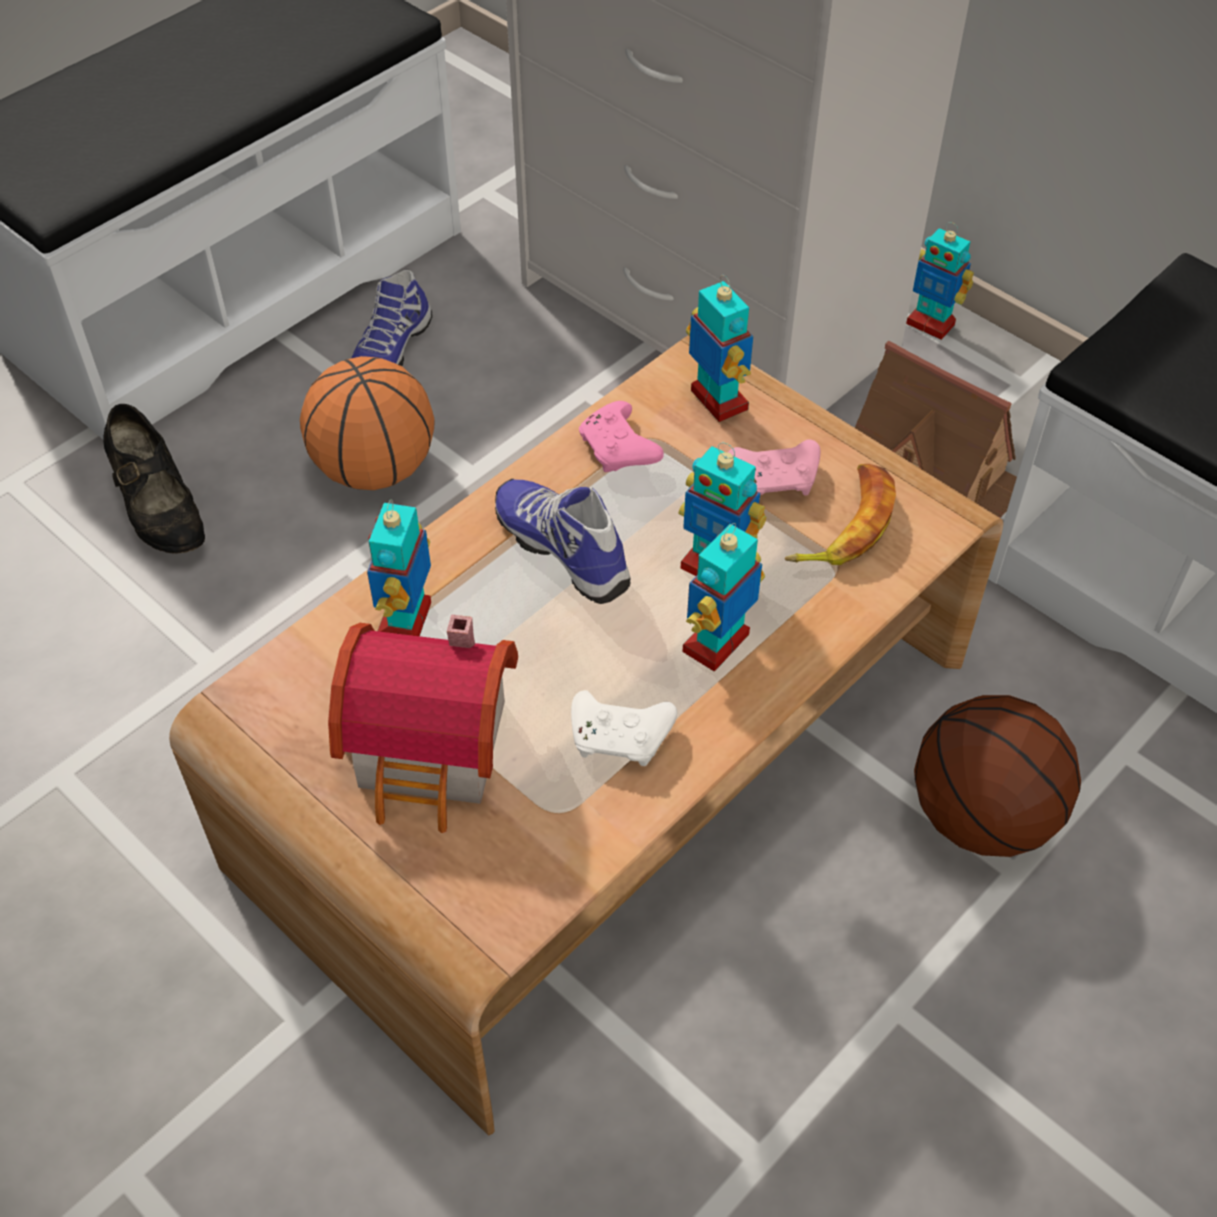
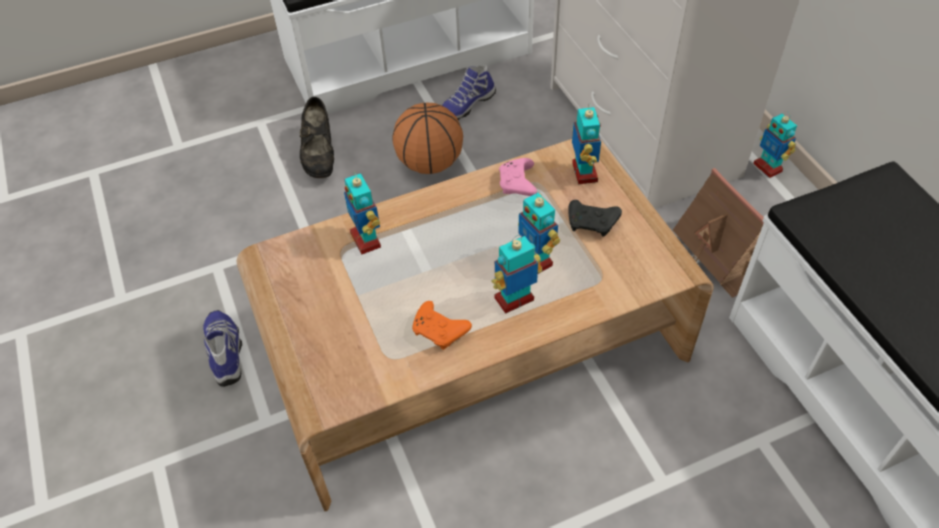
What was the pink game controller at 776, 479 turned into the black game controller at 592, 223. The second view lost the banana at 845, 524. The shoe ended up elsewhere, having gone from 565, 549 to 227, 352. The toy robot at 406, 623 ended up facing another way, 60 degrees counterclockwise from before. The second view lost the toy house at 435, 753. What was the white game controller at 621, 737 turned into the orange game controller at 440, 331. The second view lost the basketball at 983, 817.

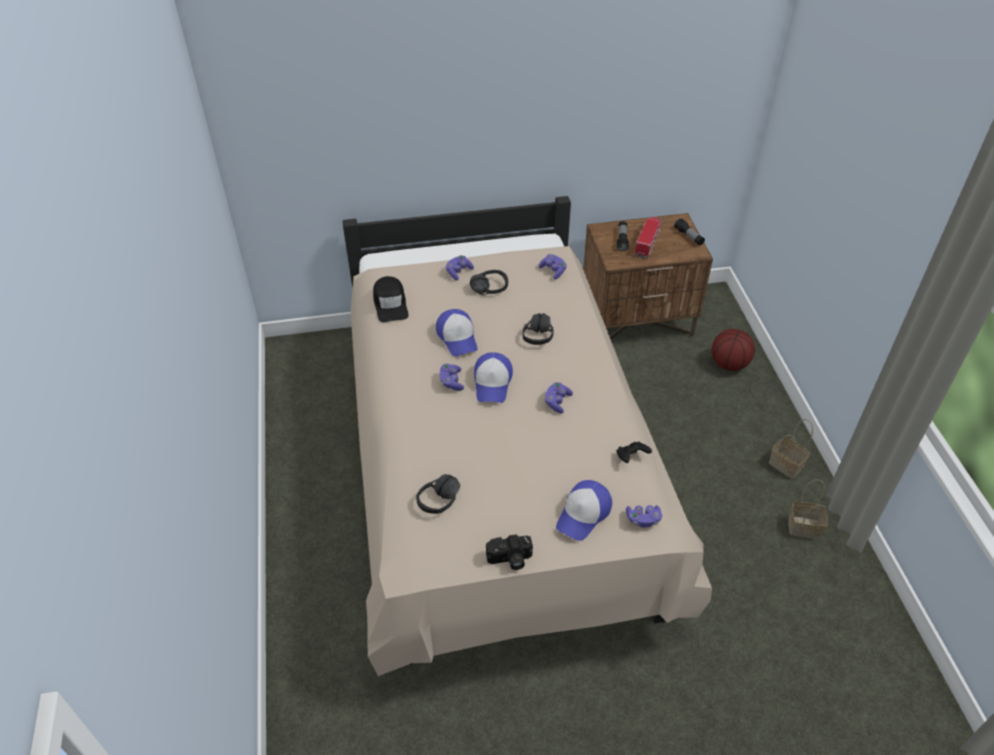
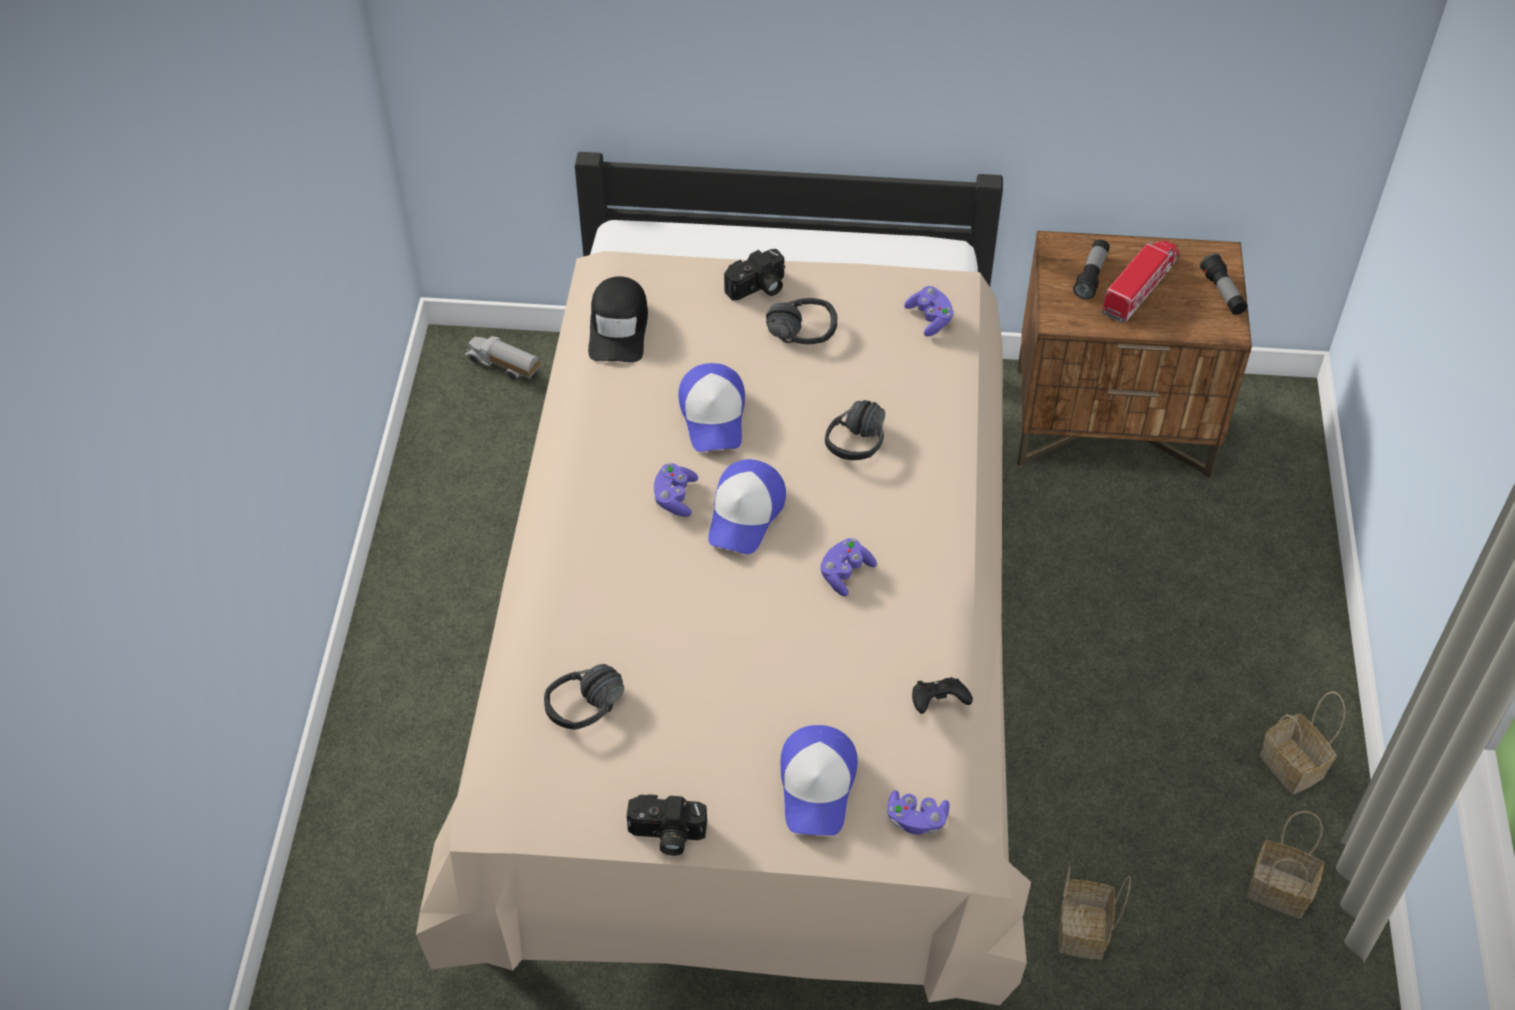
Where the purple game controller stood at 458, 272, the photo camera came to stand at 758, 288. The second view lost the basketball at 729, 364. The cap at 583, 514 ended up facing another way, 45 degrees counterclockwise from before. The second view gained the toy truck at 503, 367. The second view gained the basket at 1083, 932.

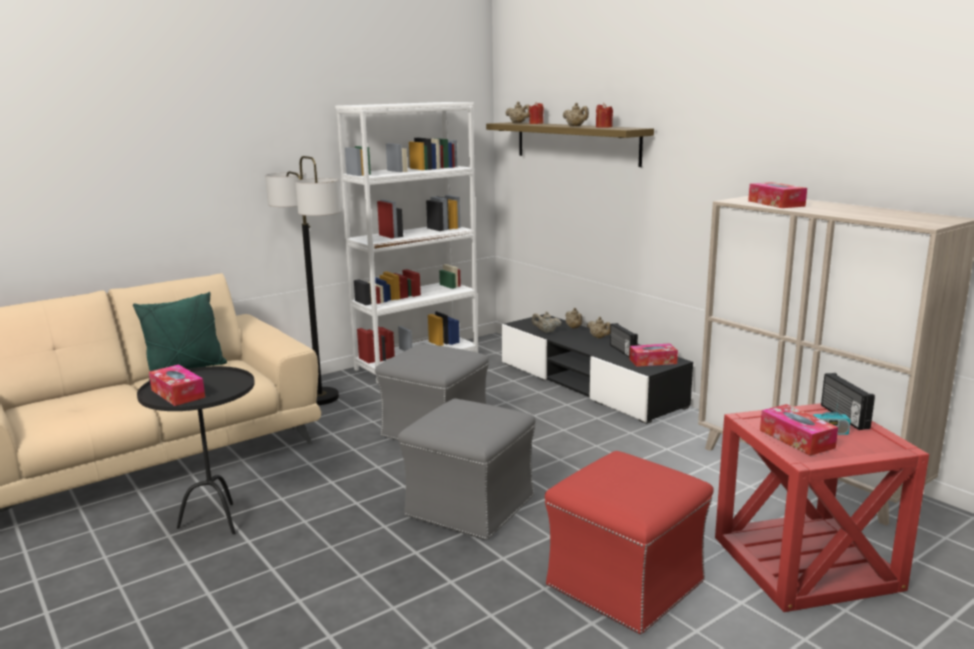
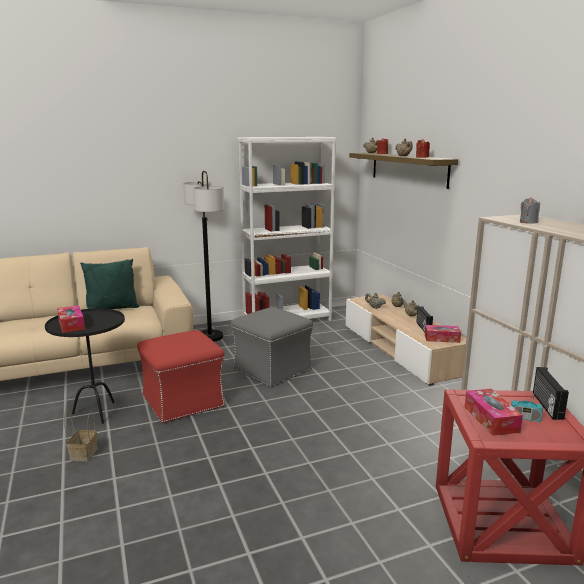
Where the tissue box stood at 776, 203, the grey candle came to stand at 528, 222. What was the black tv stand at 589, 384 turned into the beige tv stand at 400, 350. The second view lost the grey ottoman at 469, 507. The red ottoman ended up elsewhere, having gone from 626, 583 to 184, 401. The second view gained the basket at 83, 453.

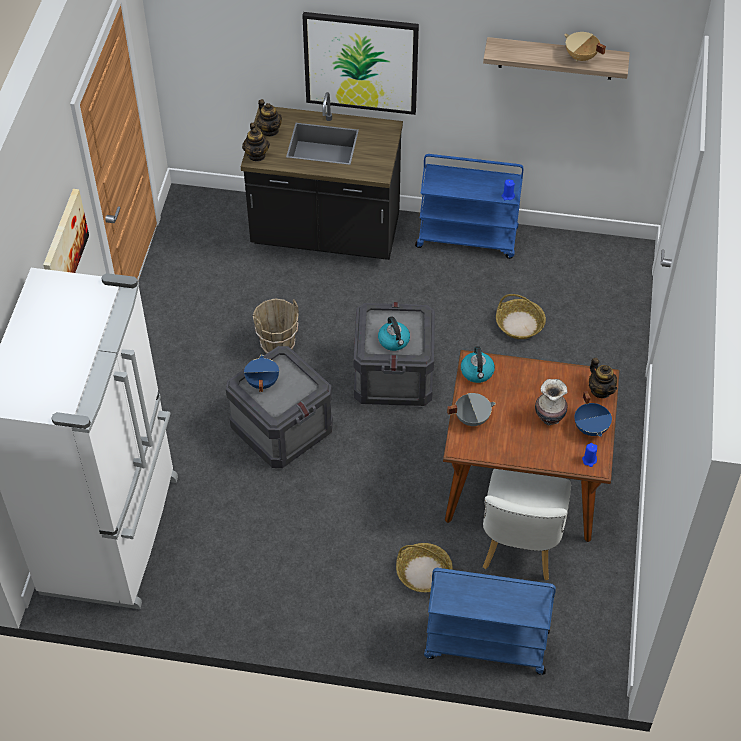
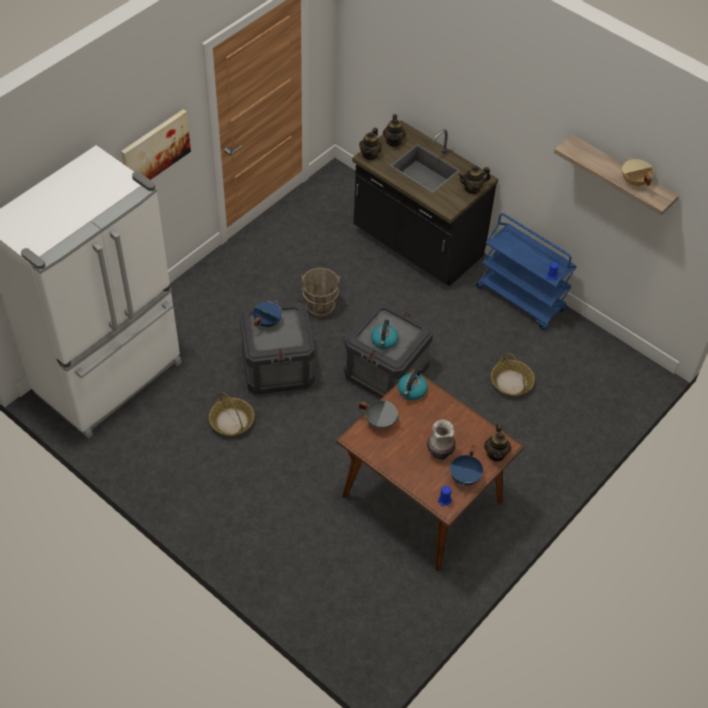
The second view lost the picture at 361, 62. The second view lost the white chair at 519, 549. The basket ended up elsewhere, having gone from 423, 573 to 231, 421. The second view lost the blue cart at 485, 645. The second view gained the teapot at 472, 188.

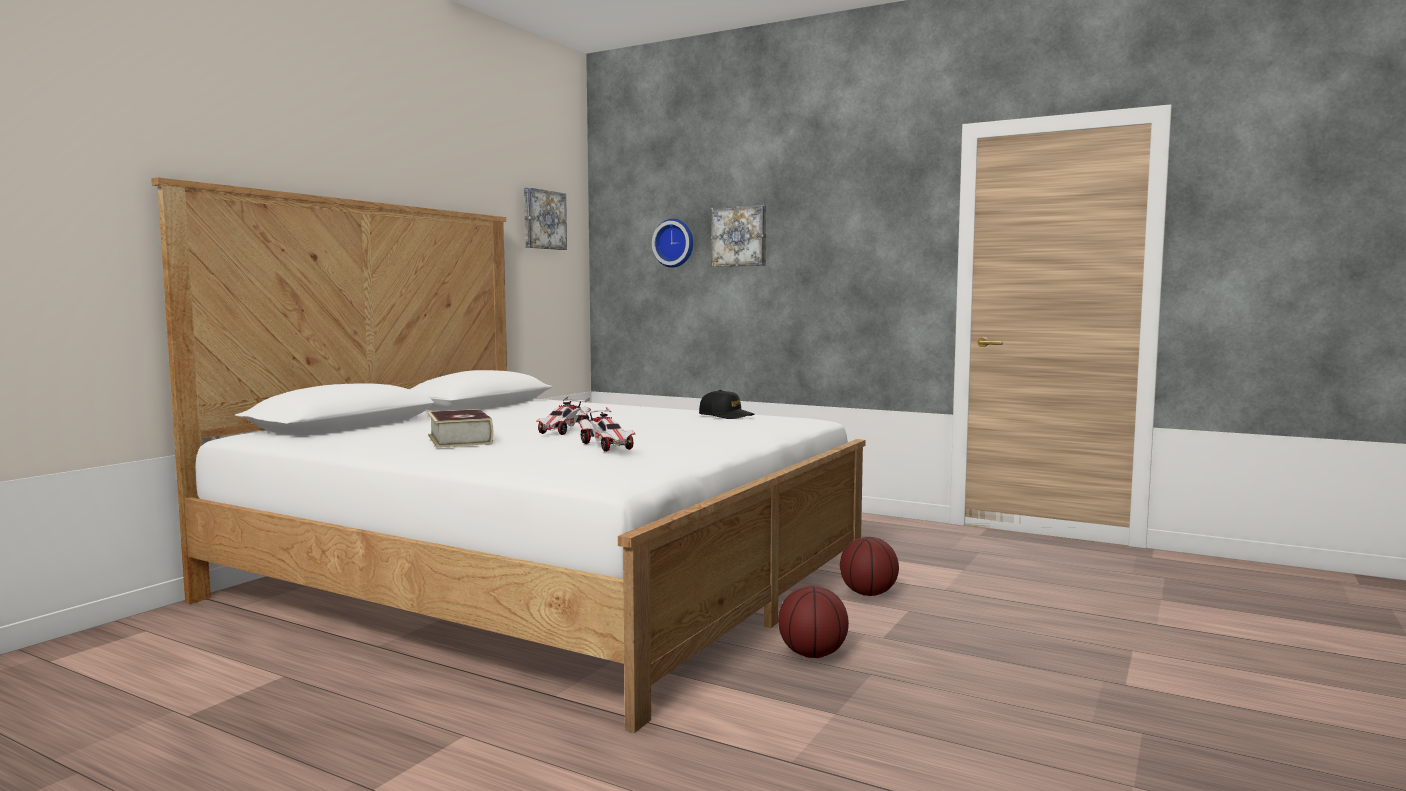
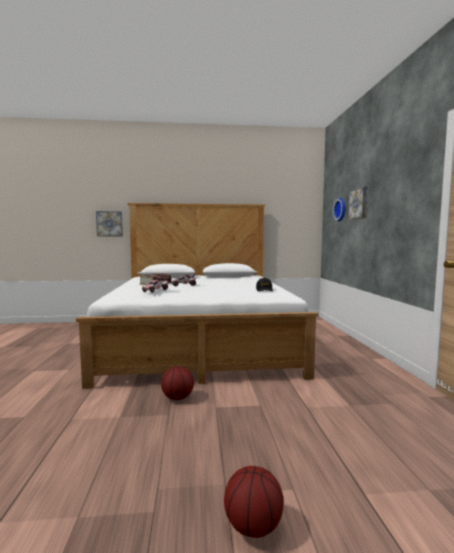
The picture ended up elsewhere, having gone from 543, 220 to 109, 223. The basketball ended up elsewhere, having gone from 867, 594 to 253, 526.

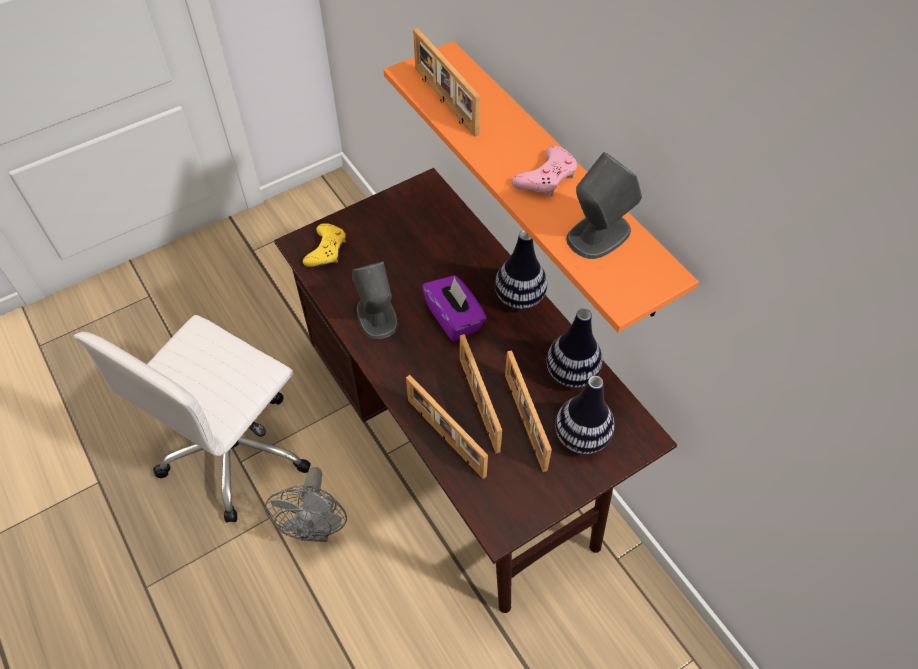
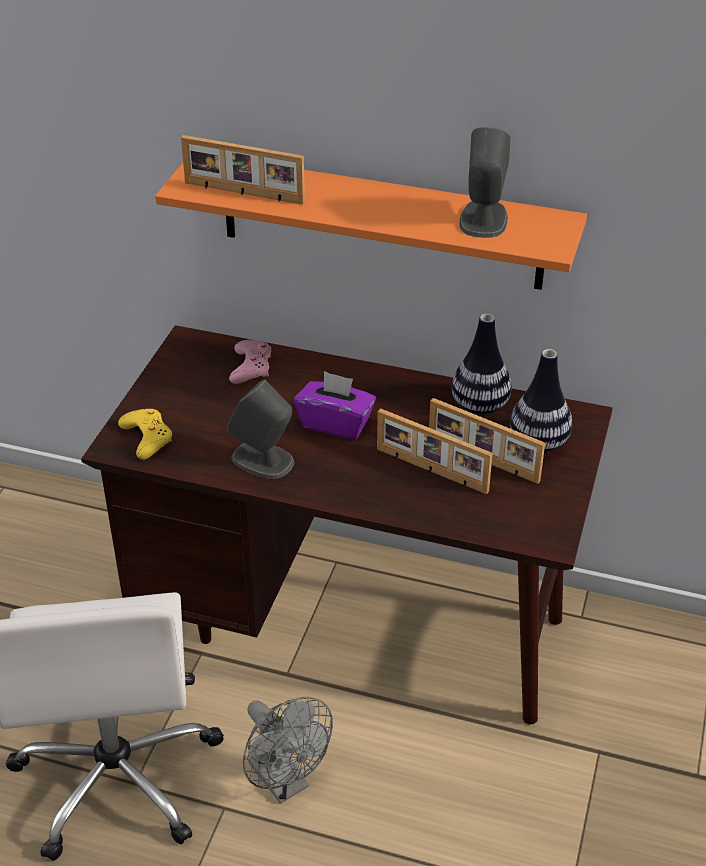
The pink game controller ended up elsewhere, having gone from 546, 177 to 251, 366. The second view lost the vase at 519, 297. The second view lost the picture frame at 444, 438.

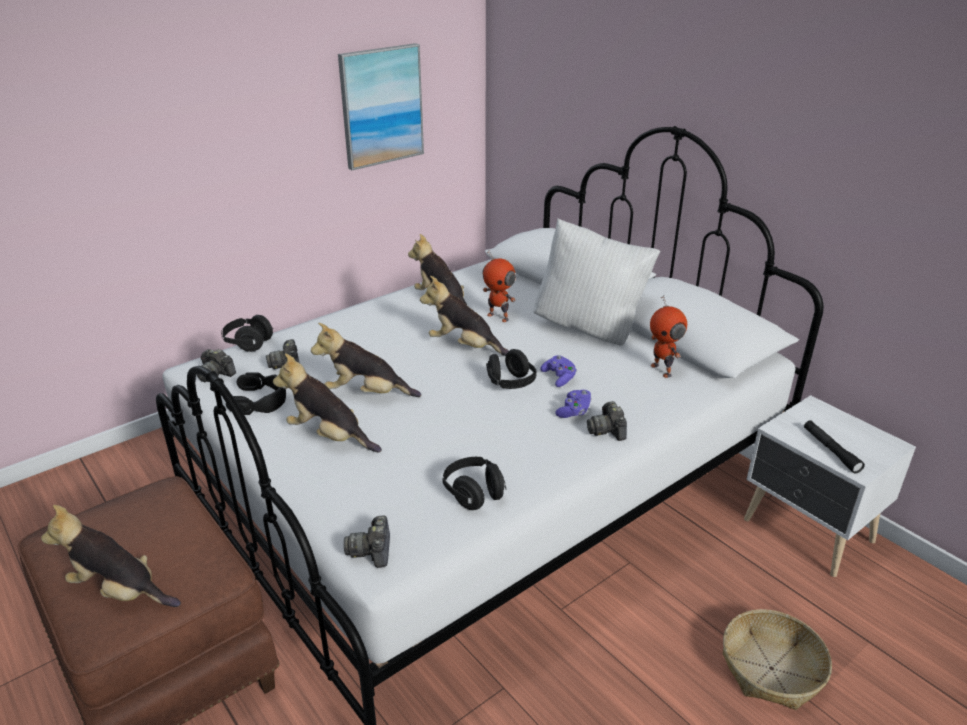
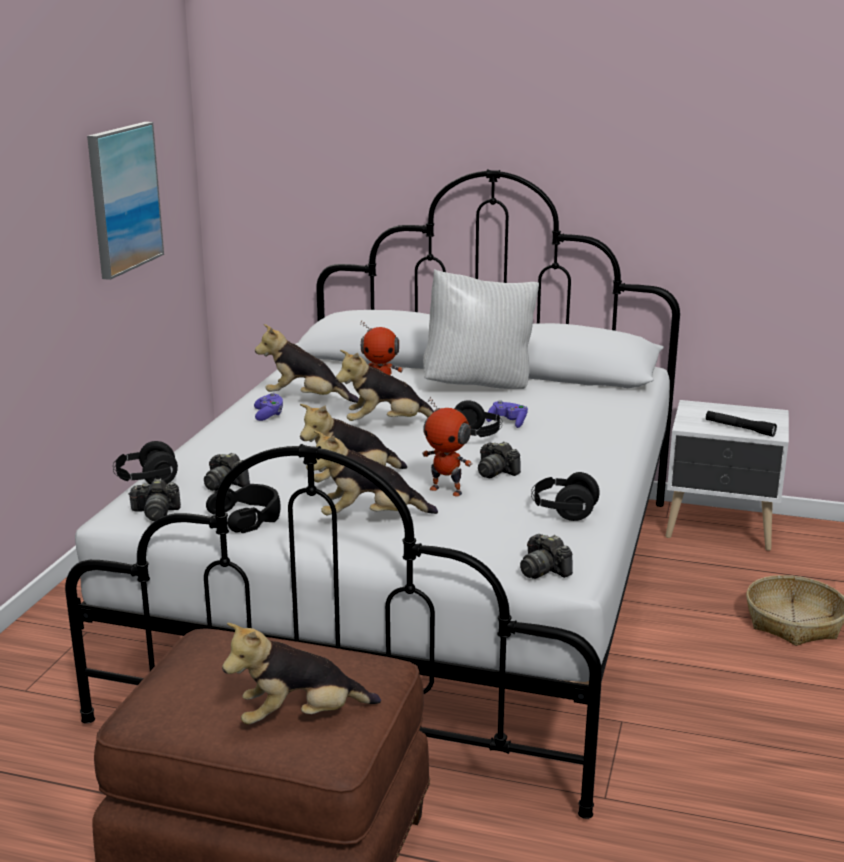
The toy robot ended up elsewhere, having gone from 662, 370 to 447, 490. The purple game controller ended up elsewhere, having gone from 574, 411 to 269, 415. The photo camera ended up elsewhere, having gone from 607, 430 to 496, 472.

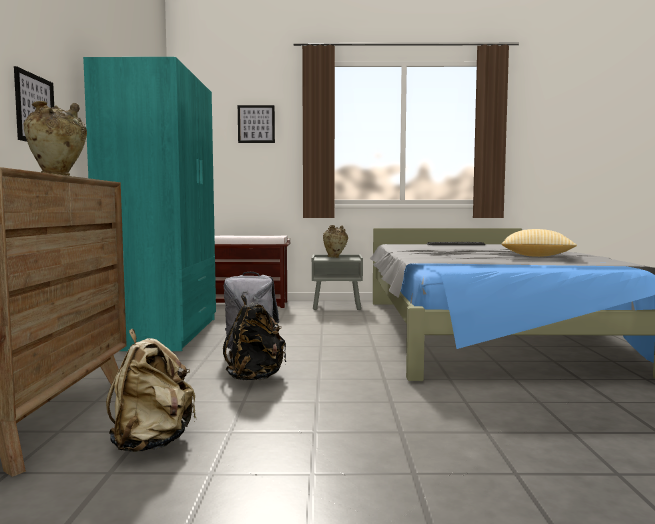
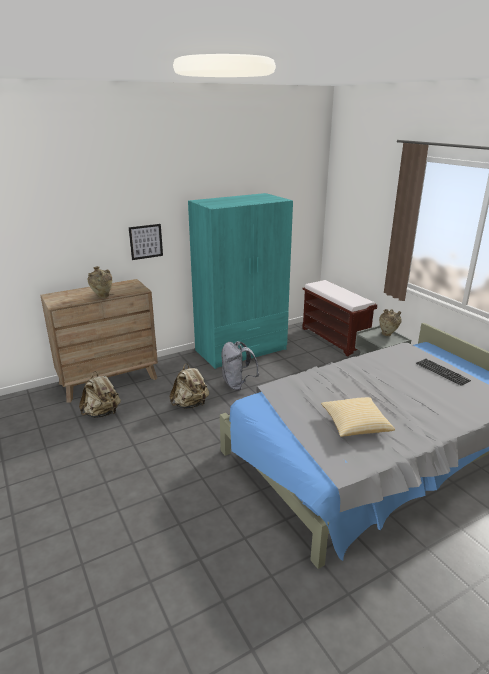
The second view lost the picture at 256, 124. What was the black backpack at 255, 378 turned into the beige backpack at 190, 405.

